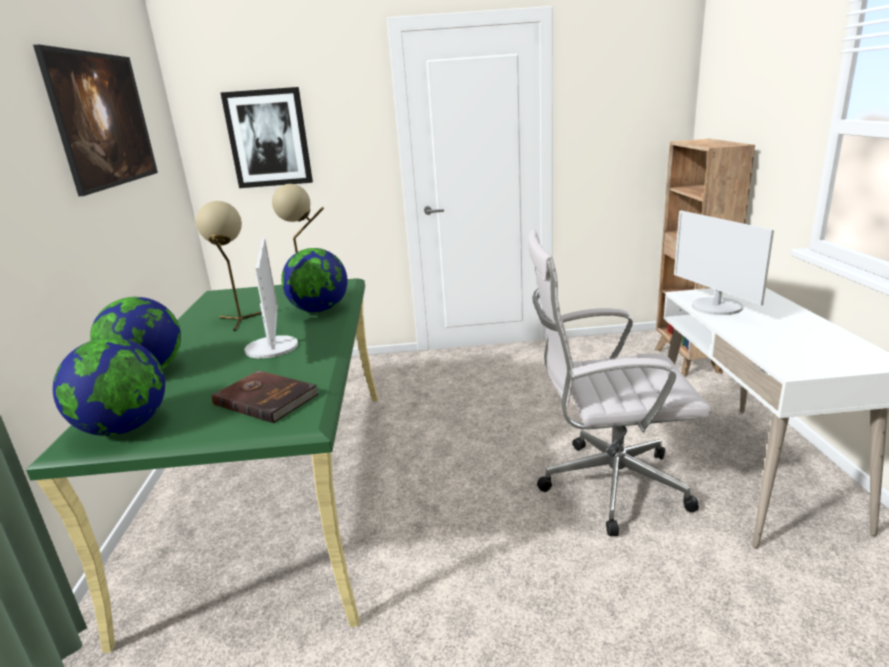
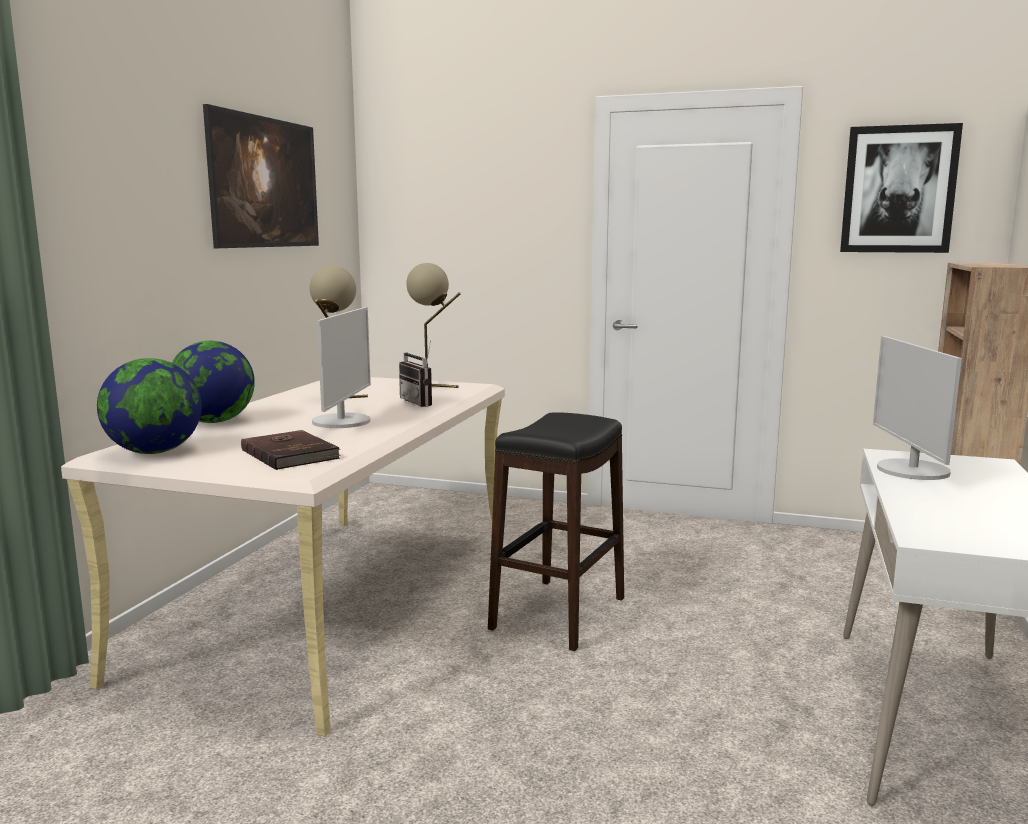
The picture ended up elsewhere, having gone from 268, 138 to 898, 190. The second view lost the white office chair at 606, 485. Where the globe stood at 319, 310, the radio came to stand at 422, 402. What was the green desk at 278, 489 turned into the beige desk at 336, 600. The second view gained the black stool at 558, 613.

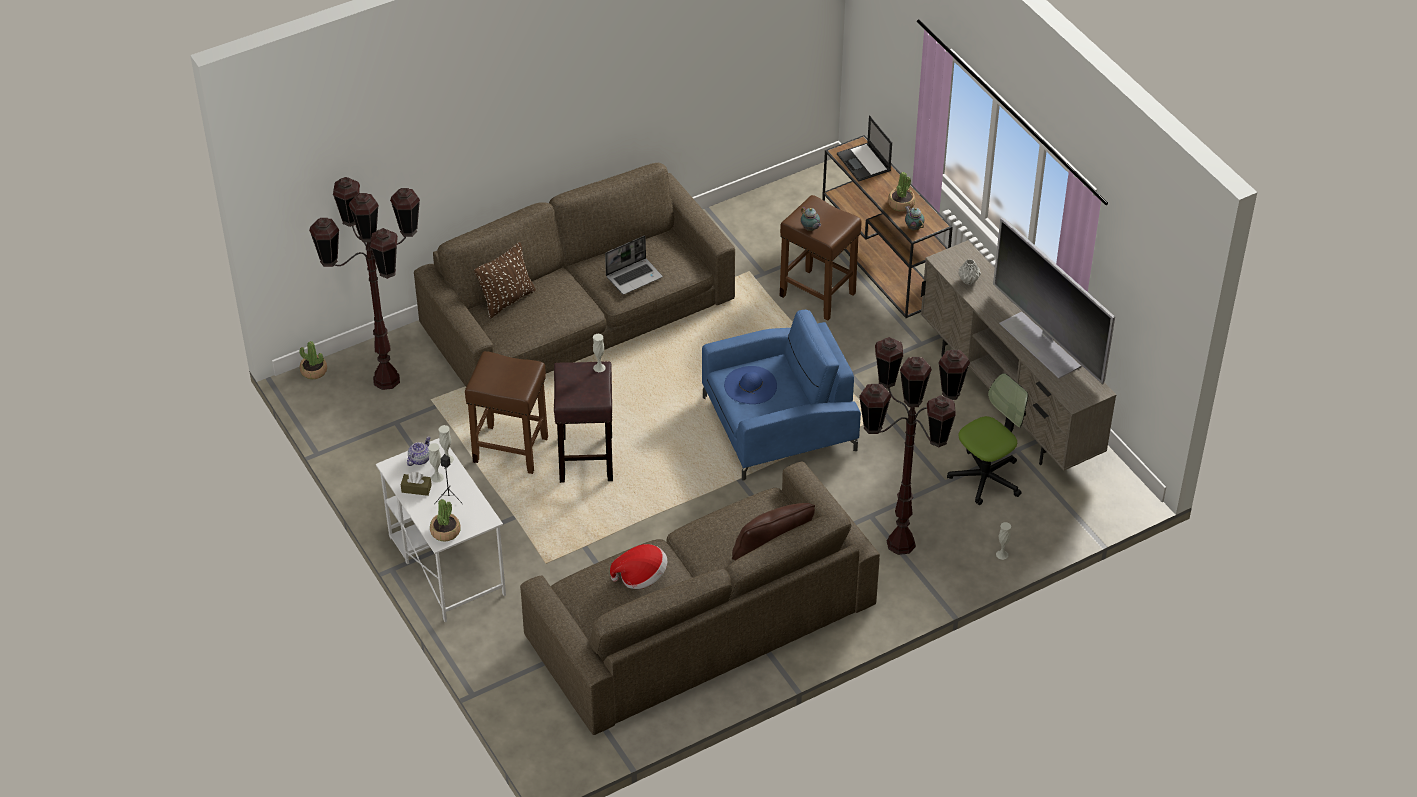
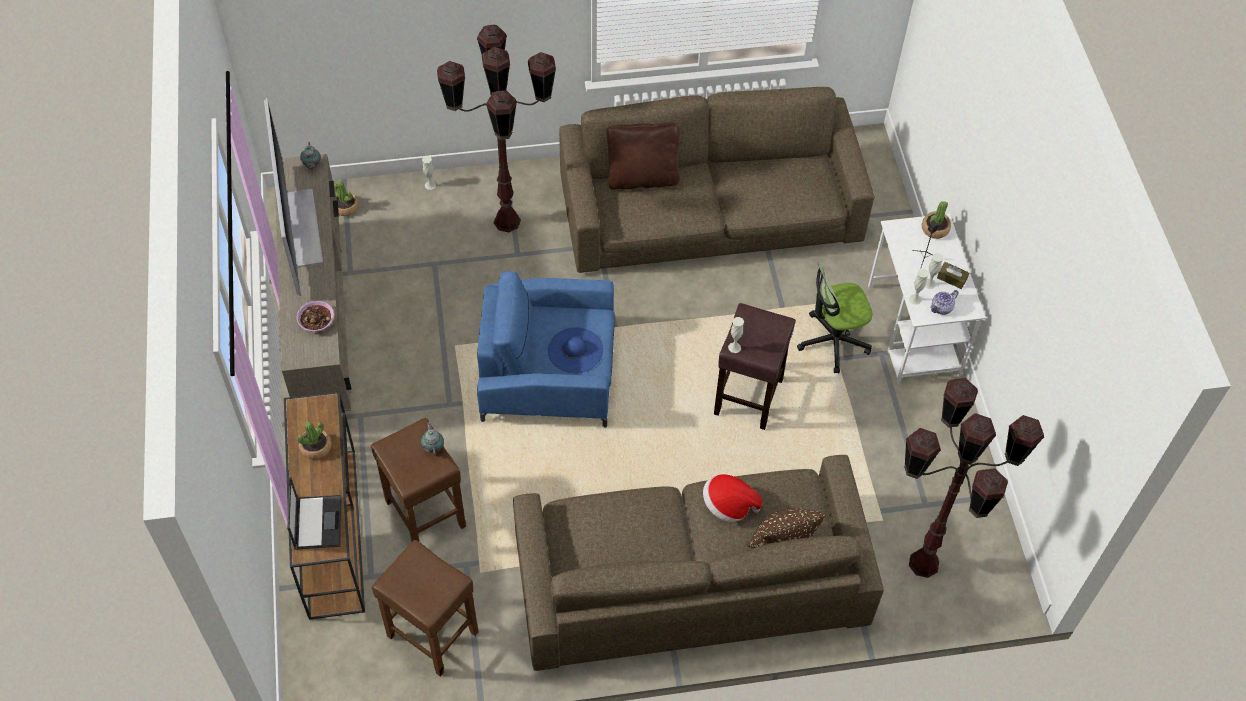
The teapot ended up elsewhere, having gone from 913, 227 to 312, 166. The second view lost the laptop at 634, 277. Where the grey vase stood at 968, 280, the bowl came to stand at 316, 321. The potted plant ended up elsewhere, having gone from 314, 371 to 346, 207. The brown stool ended up elsewhere, having gone from 512, 450 to 431, 634. The office chair ended up elsewhere, having gone from 986, 477 to 833, 341. The hat ended up elsewhere, having gone from 641, 576 to 728, 505.

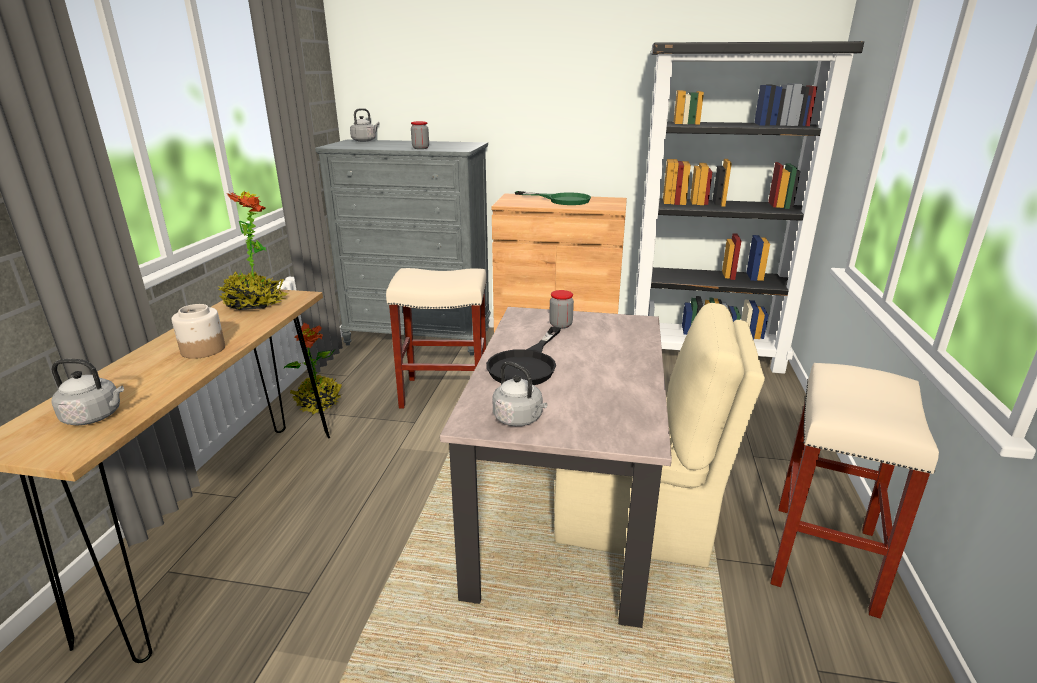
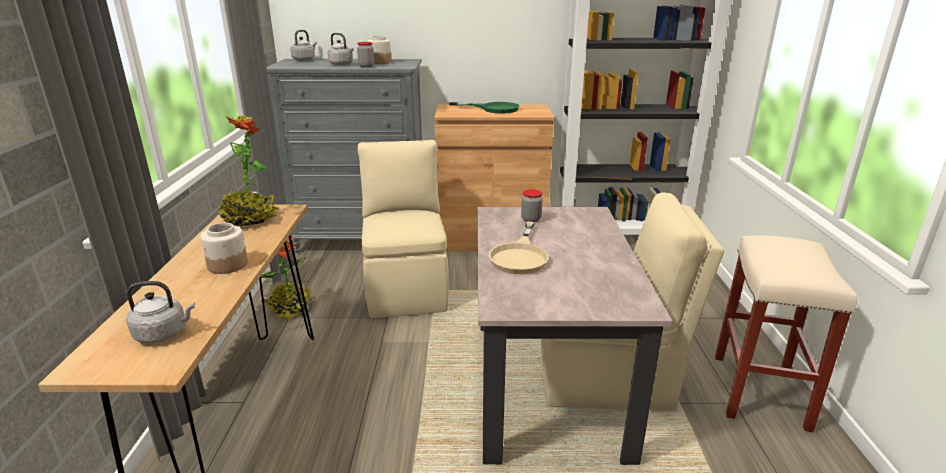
Where the beige stool stood at 446, 392, the beige chair came to stand at 406, 288. What was the black frying pan at 526, 365 turned into the beige frying pan at 520, 256. The grey kettle ended up elsewhere, having gone from 519, 419 to 342, 64. The second view gained the jar at 379, 62.

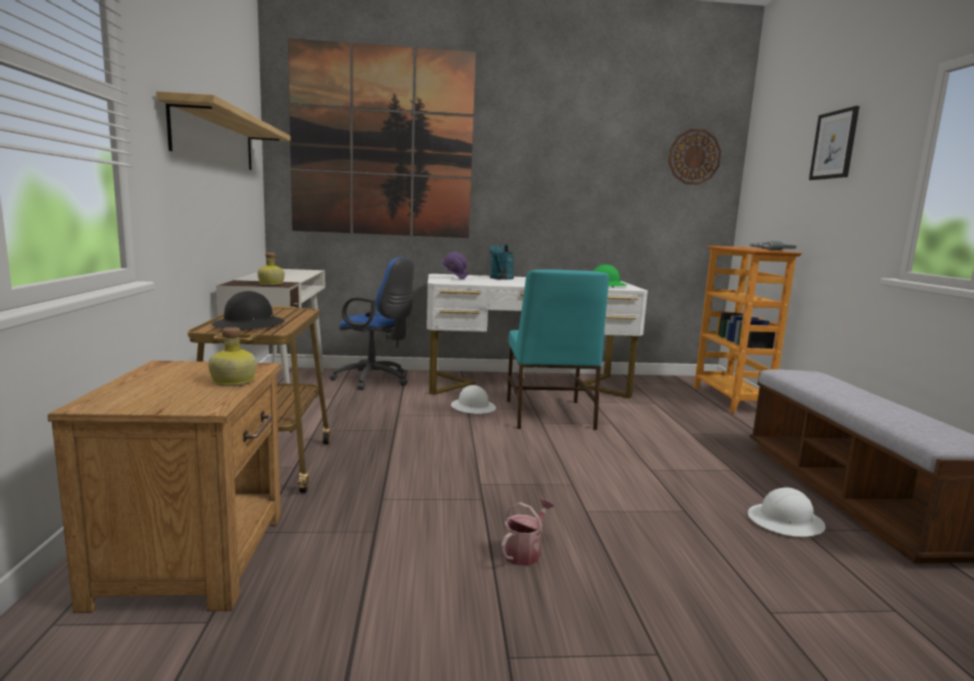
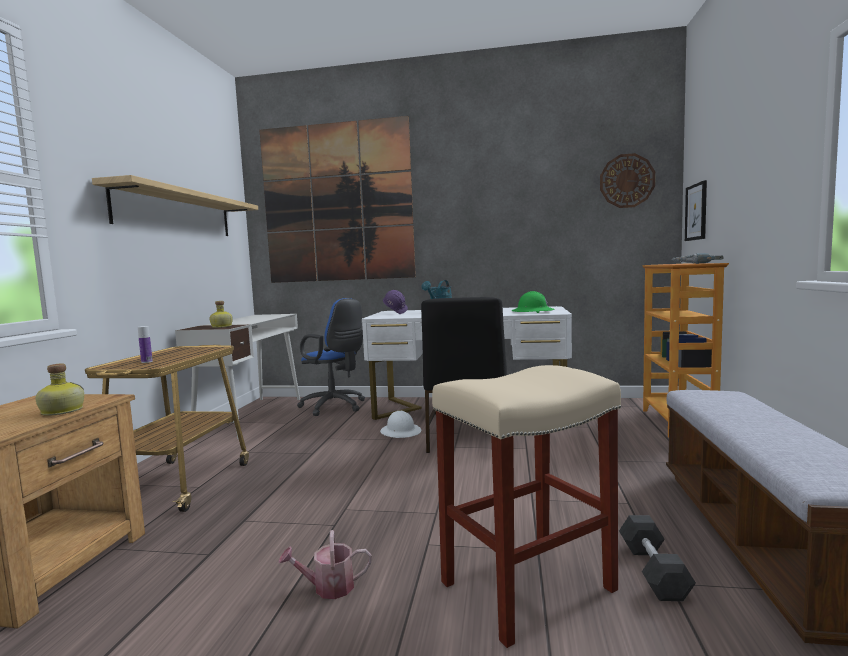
The picture ended up elsewhere, having gone from 834, 145 to 696, 212. What was the turquoise chair at 548, 415 turned into the black chair at 467, 439. Where the black hard hat stood at 249, 325, the bottle came to stand at 147, 362. Where the white hard hat stood at 785, 522, the grey dumbbell came to stand at 653, 571. The watering can at 525, 552 ended up facing another way, 150 degrees counterclockwise from before. The second view gained the beige stool at 526, 587.

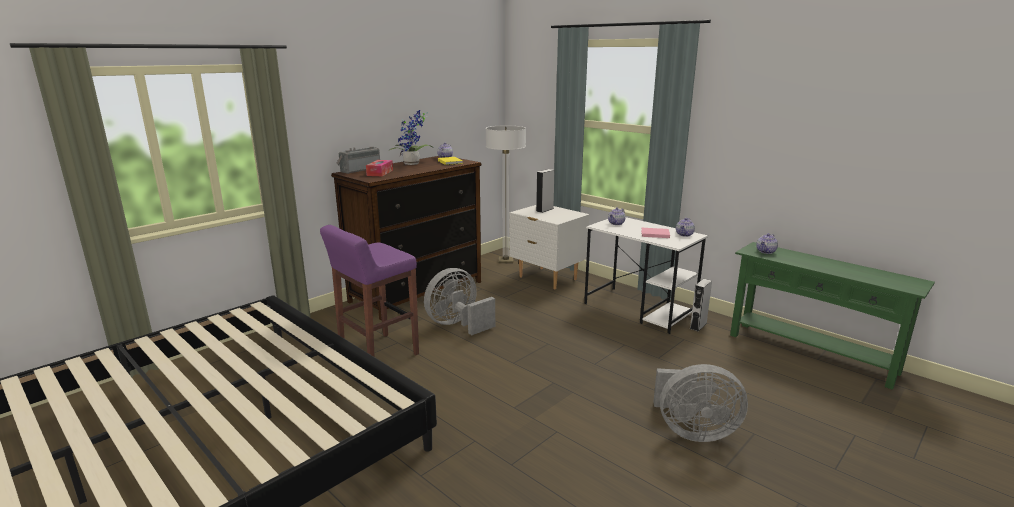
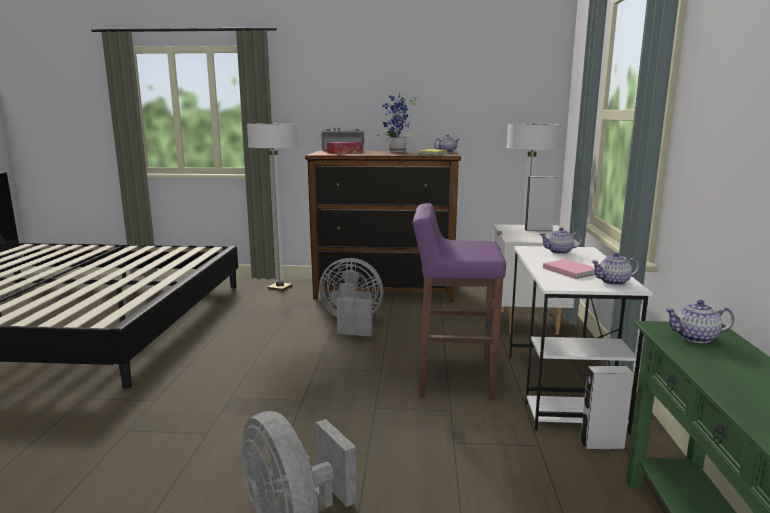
The purple stool ended up elsewhere, having gone from 377, 354 to 453, 379. The second view gained the floor lamp at 280, 287.

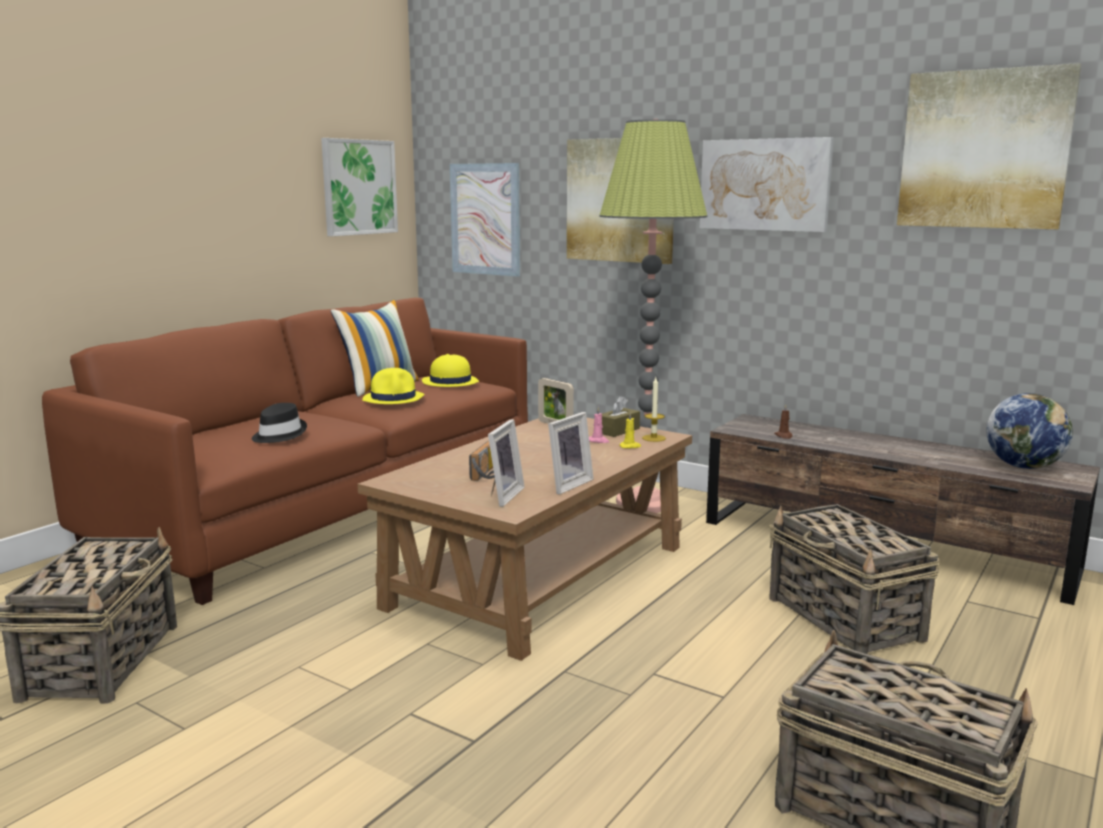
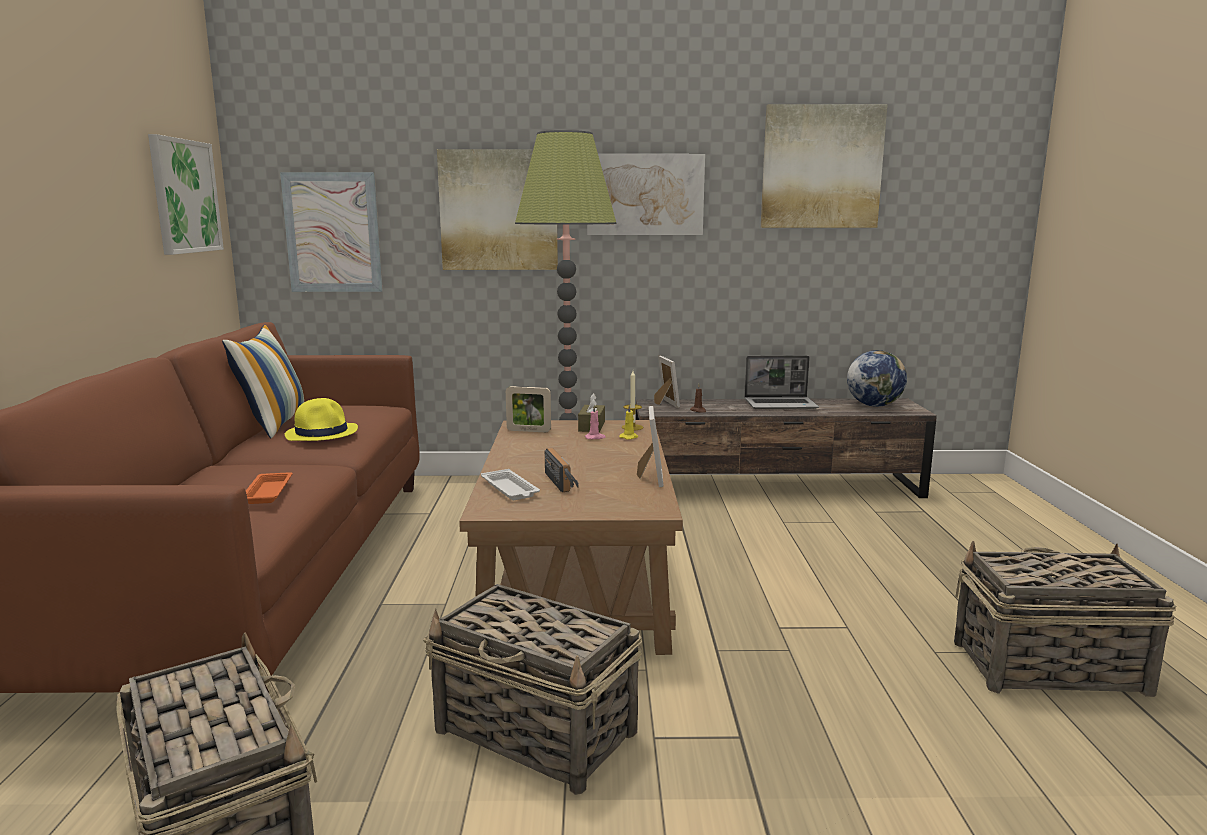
The second view lost the yellow hat at 450, 382. Where the black hat stood at 278, 435, the orange tray came to stand at 268, 492. The picture frame ended up elsewhere, having gone from 501, 496 to 664, 404. The basket ended up elsewhere, having gone from 845, 619 to 537, 732. The second view gained the laptop at 781, 404. The second view gained the white tray at 510, 489.

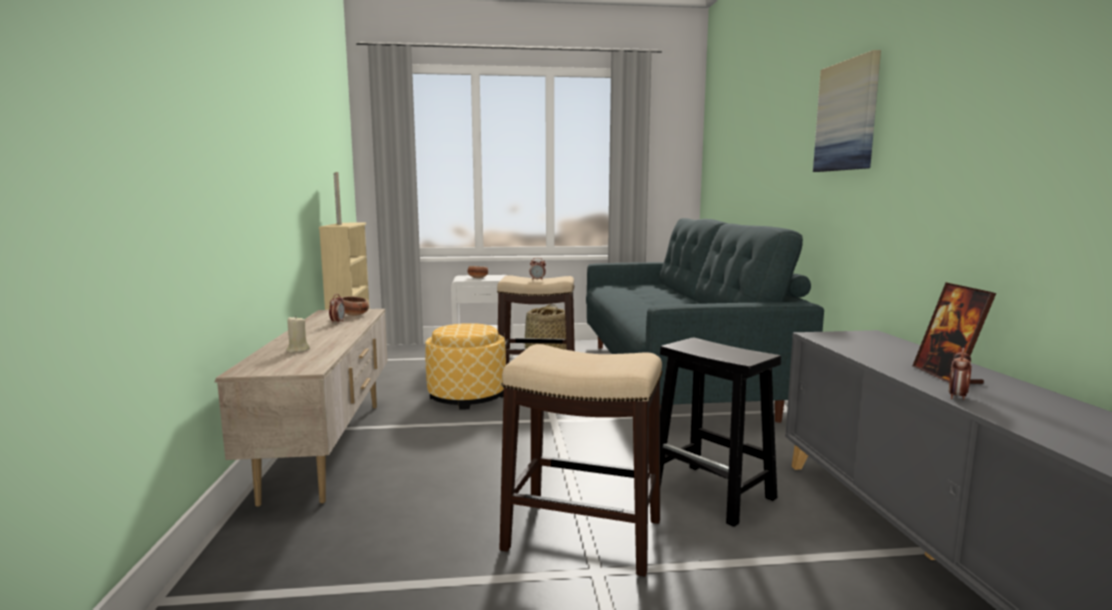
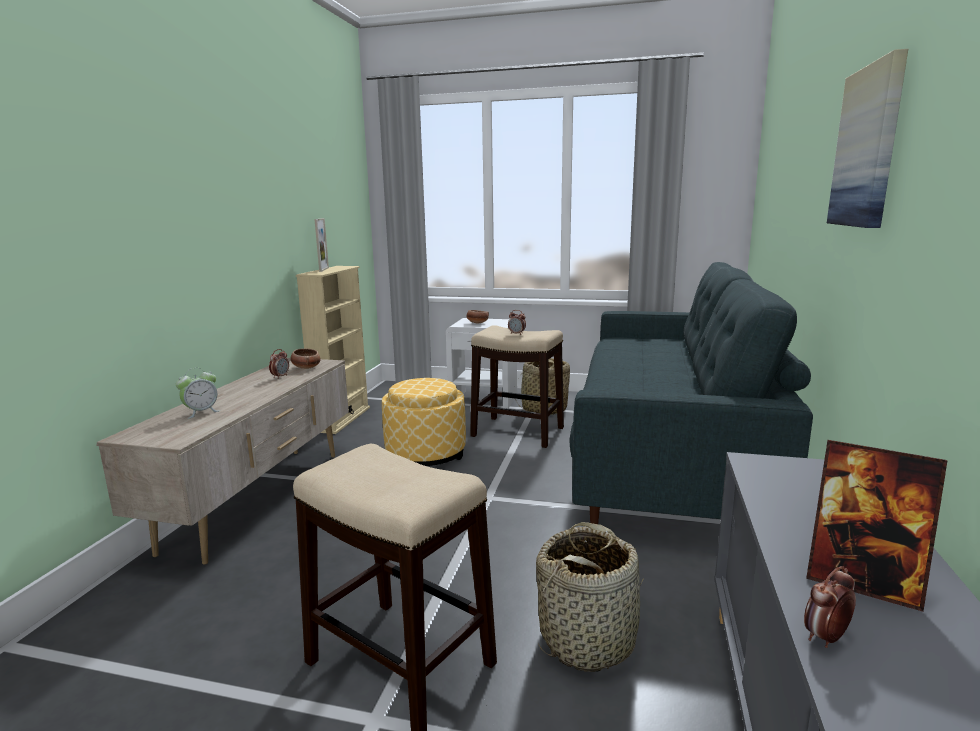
The picture frame at 947, 376 ended up facing another way, 75 degrees counterclockwise from before. Where the beige candle stood at 298, 350, the alarm clock came to stand at 201, 412. Where the black stool stood at 713, 494, the basket came to stand at 588, 639.

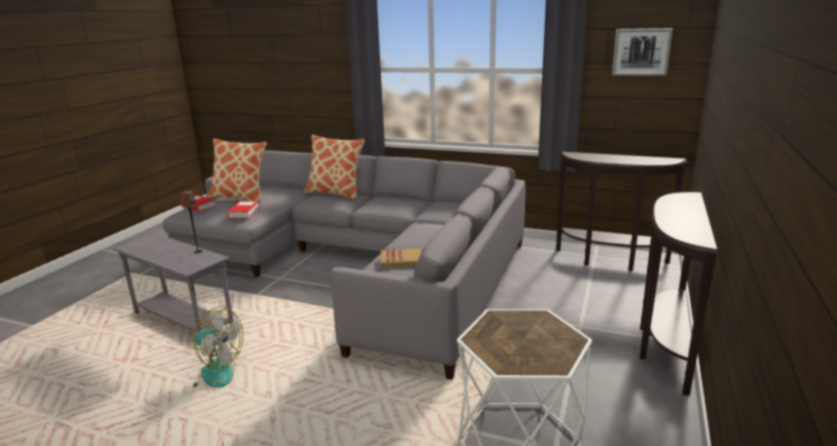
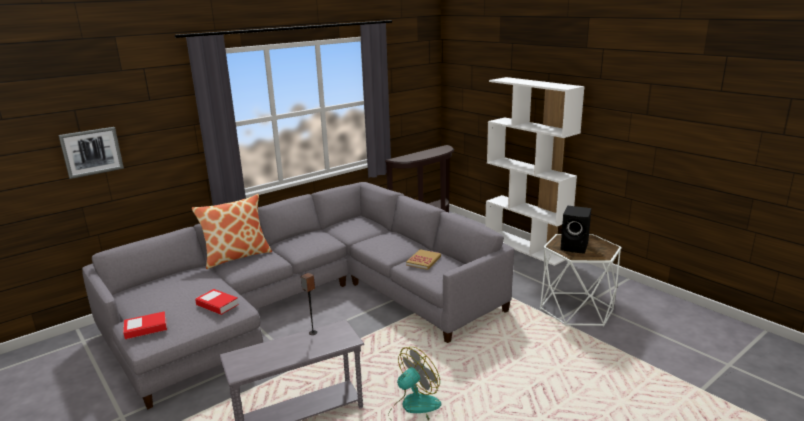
The picture ended up elsewhere, having gone from 641, 52 to 91, 152. The second view lost the pillow at 240, 197. Where the brown console table stood at 663, 346, the white bookcase came to stand at 526, 247. The second view gained the black speaker at 575, 247.

